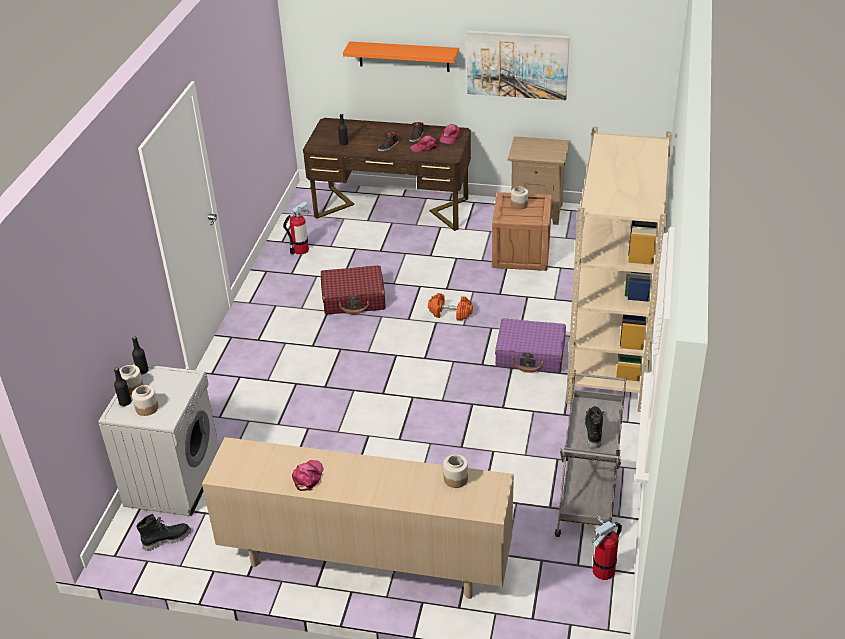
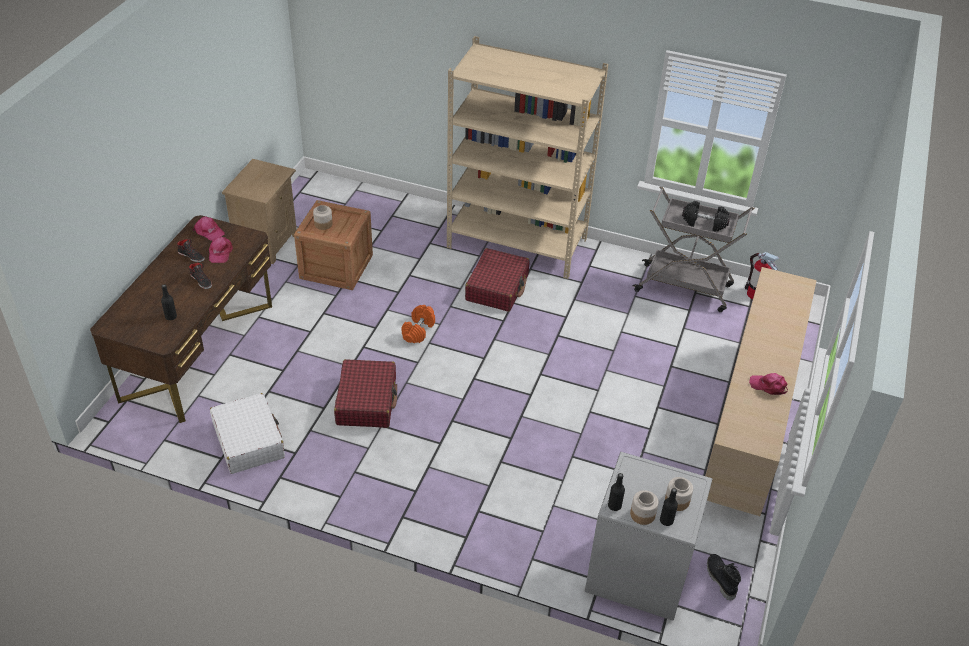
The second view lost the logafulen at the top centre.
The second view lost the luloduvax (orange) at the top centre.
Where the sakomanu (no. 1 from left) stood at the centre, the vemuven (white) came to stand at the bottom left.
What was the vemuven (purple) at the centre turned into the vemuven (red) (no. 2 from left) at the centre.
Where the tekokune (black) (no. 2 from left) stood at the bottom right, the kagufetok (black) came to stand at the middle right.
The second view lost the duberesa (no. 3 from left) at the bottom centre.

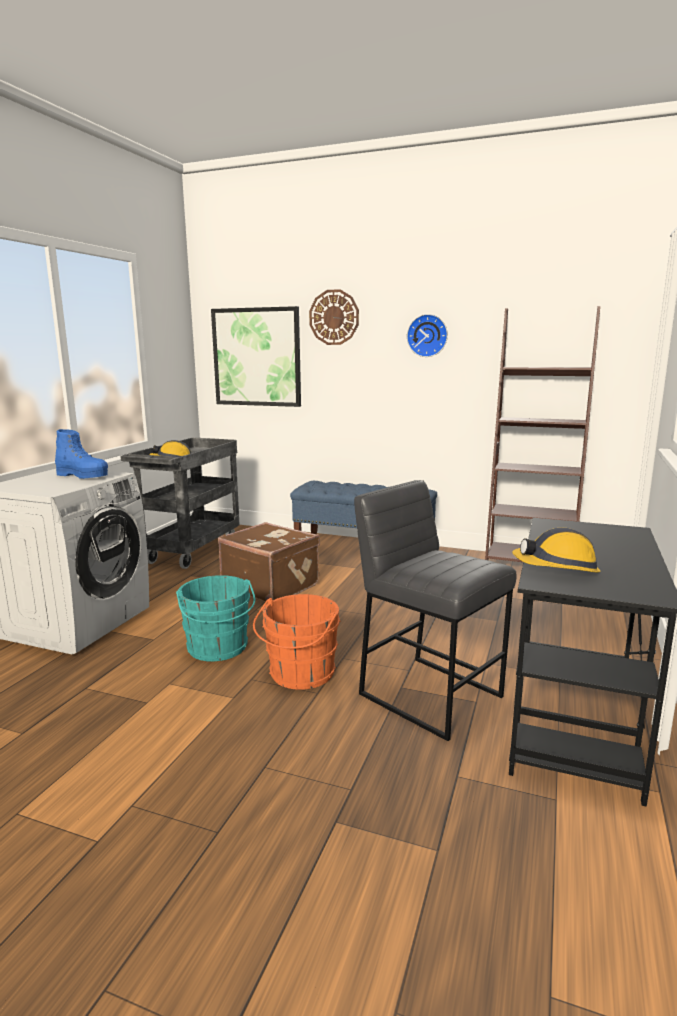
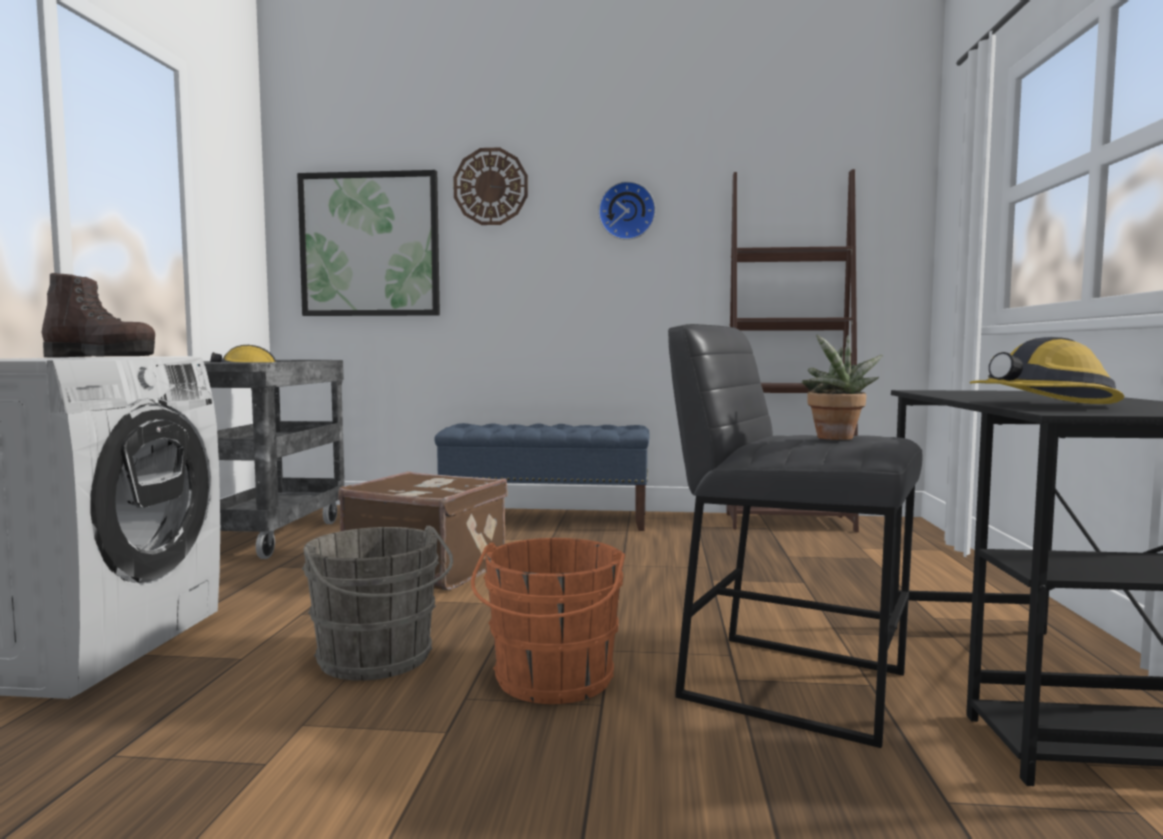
What was the tekokune (blue) at the middle left turned into the tekokune (brown) at the middle left.
What was the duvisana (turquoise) at the middle left turned into the duvisana (grey) at the bottom left.
The second view gained the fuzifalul at the middle right.

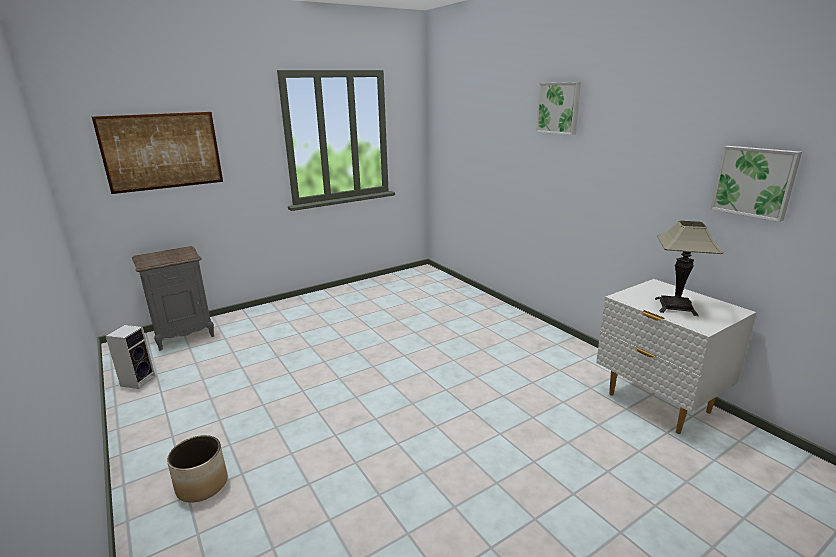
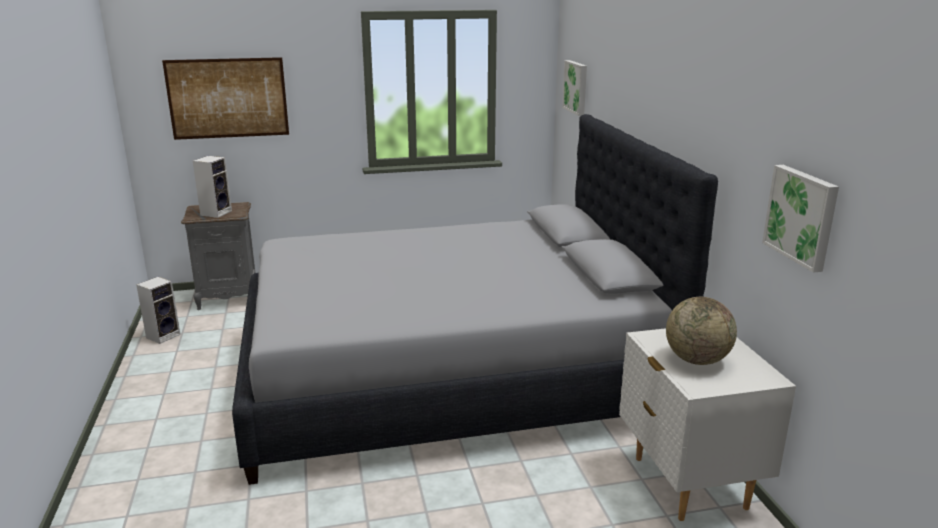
The logafulen (no. 2 from left) ended up elsewhere, having gone from the top right to the top centre.
Where the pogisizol stood at the middle right, the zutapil came to stand at the middle right.
The second view lost the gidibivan at the bottom left.
The second view gained the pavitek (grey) at the centre.
The second view gained the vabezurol (no. 2 from left) at the middle left.

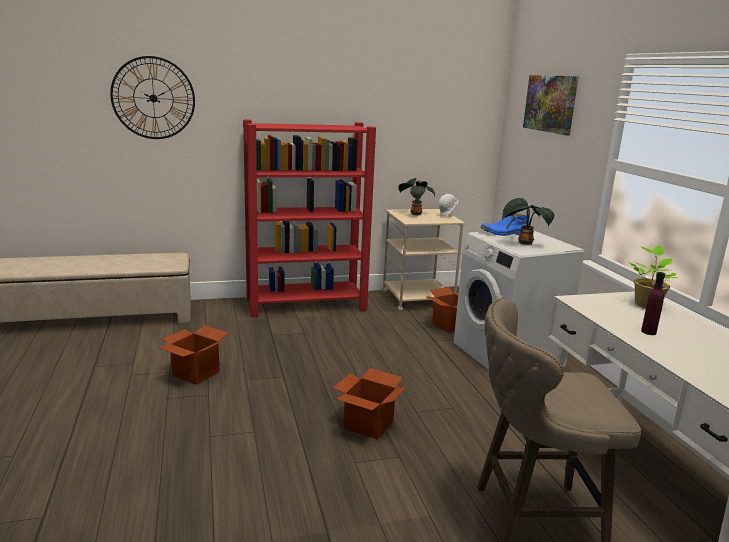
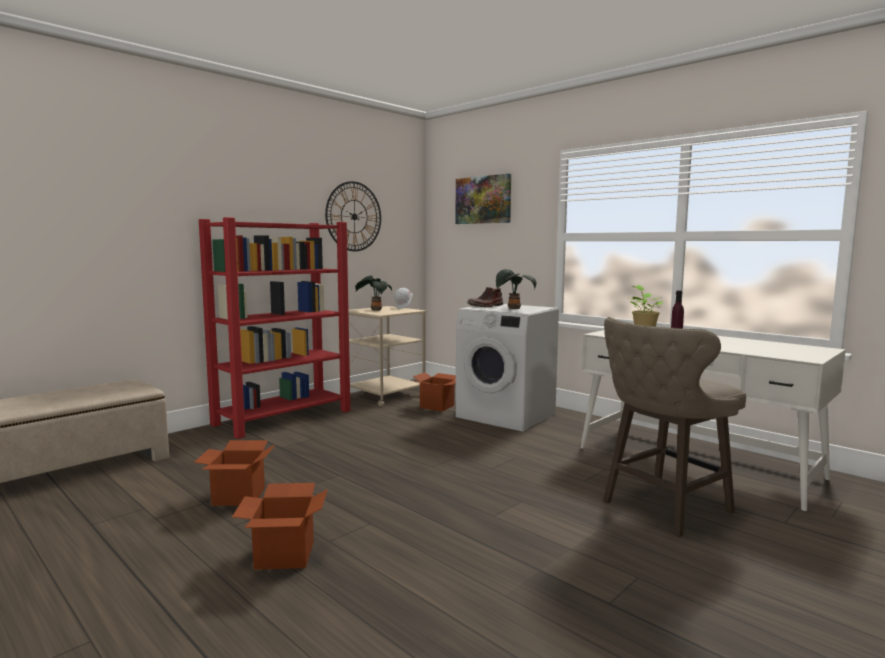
The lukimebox ended up elsewhere, having gone from the top left to the top centre.
What was the tekokune (blue) at the middle right turned into the tekokune (brown) at the centre.
The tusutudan (no. 2 from left) ended up elsewhere, having gone from the bottom centre to the bottom left.

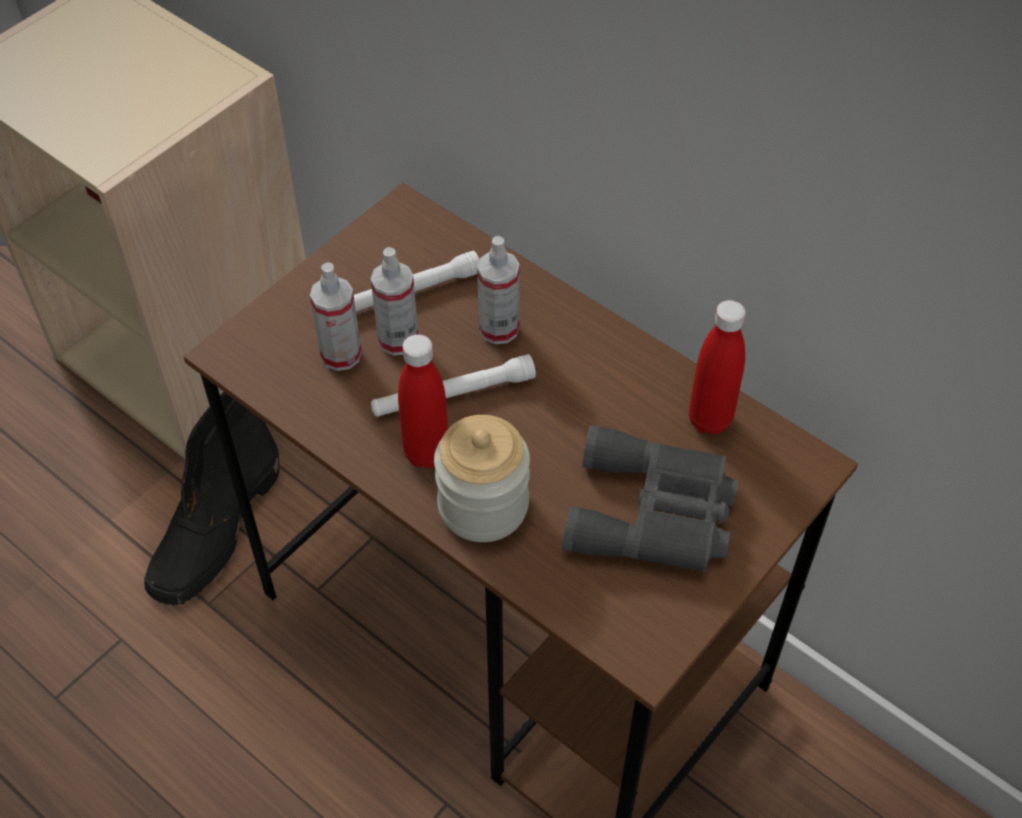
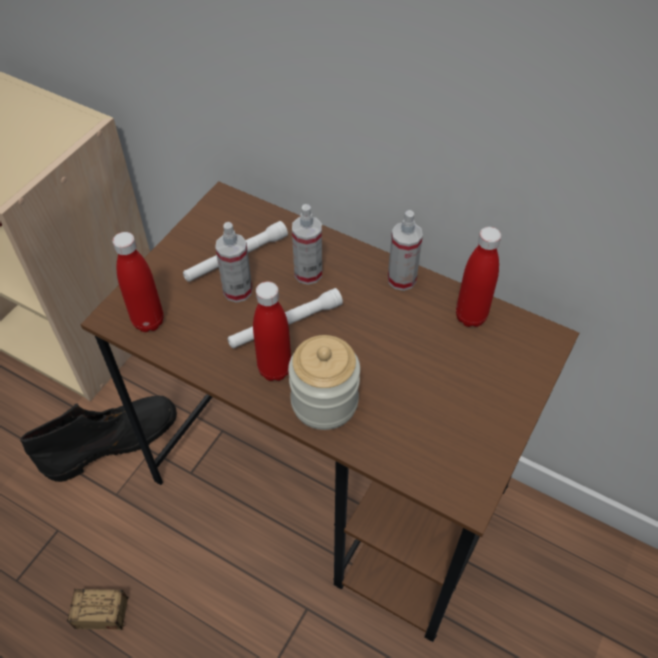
The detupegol (no. 1 from left in the first image) ended up elsewhere, having gone from the middle left to the centre.
The tekokune (black) at the middle left ended up facing another way, 135 degrees counterclockwise from before.
The second view lost the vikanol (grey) at the centre.
The second view gained the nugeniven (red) (no. 1 from left) at the middle left.
The second view gained the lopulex at the bottom left.

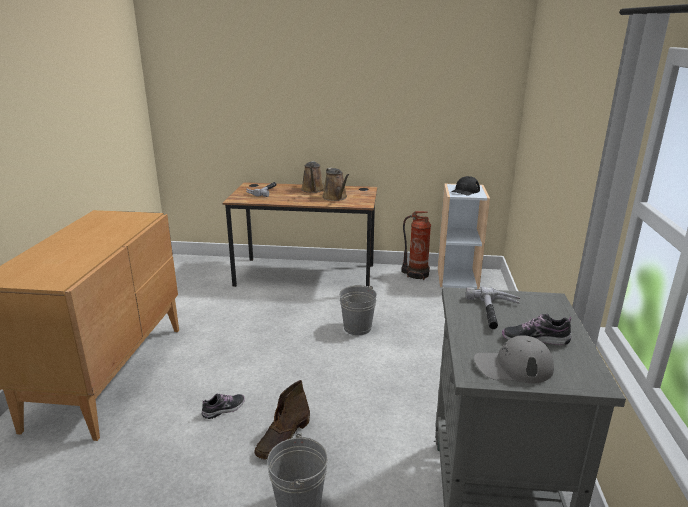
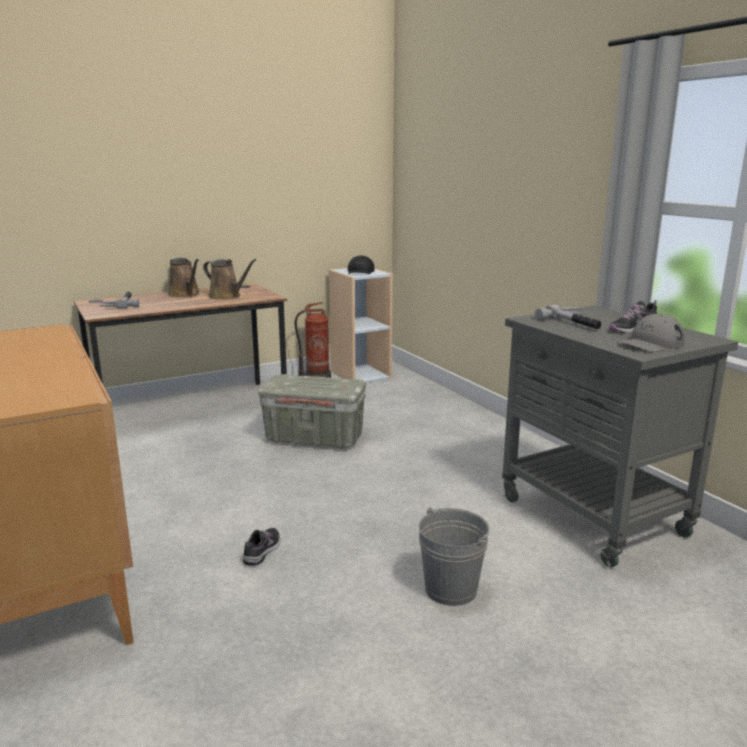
Where the duvisana (grey) (no. 2 from left) stood at the centre, the lopulex (grey) came to stand at the centre.
The second view lost the tekokune (brown) at the bottom centre.

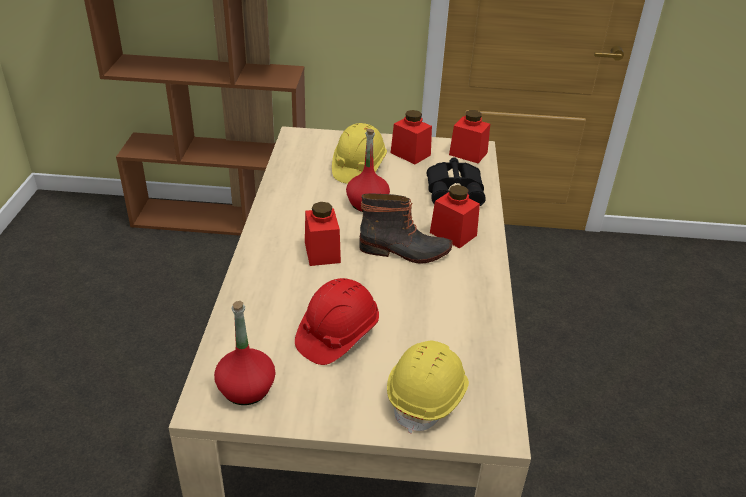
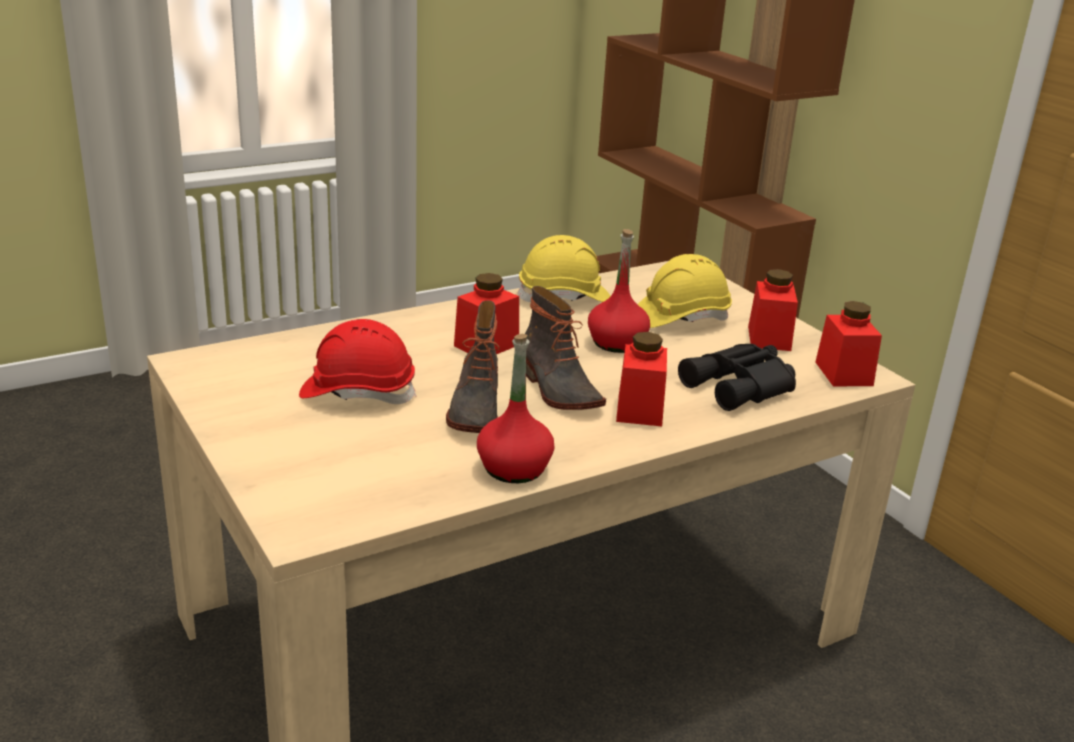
The nugeniven (red) (no. 1 from left) ended up elsewhere, having gone from the bottom left to the centre.
The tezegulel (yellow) (no. 2 from left in the first image) ended up elsewhere, having gone from the bottom centre to the centre.
The second view gained the tekokune (no. 1 from left) at the centre.

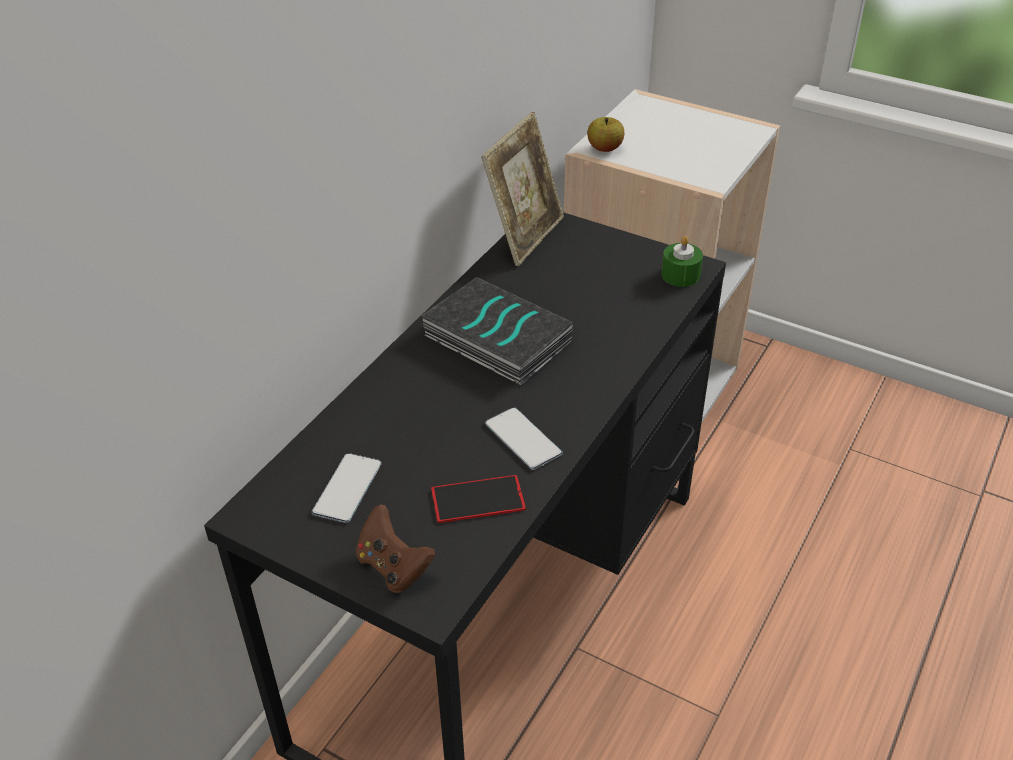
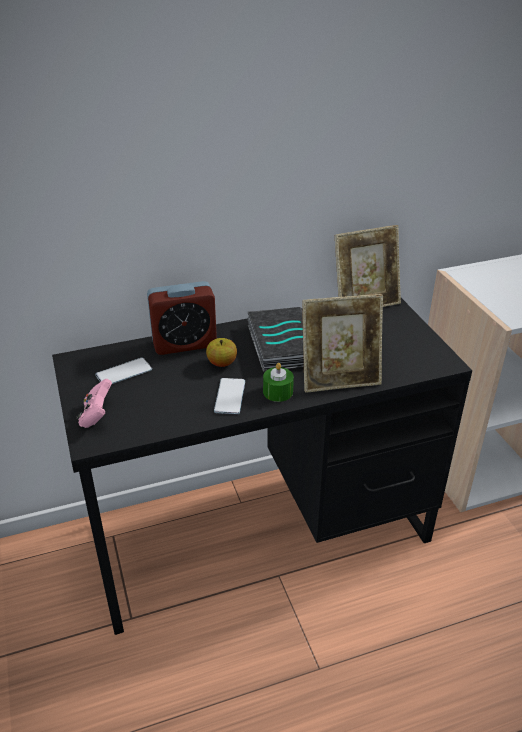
The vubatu ended up elsewhere, having gone from the top centre to the centre.
The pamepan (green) ended up elsewhere, having gone from the middle right to the centre.
The second view lost the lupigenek (no. 2 from left) at the centre.
What was the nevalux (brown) at the bottom centre turned into the nevalux (pink) at the middle left.
The second view gained the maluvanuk at the centre.
The second view gained the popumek (no. 1 from left) at the centre.

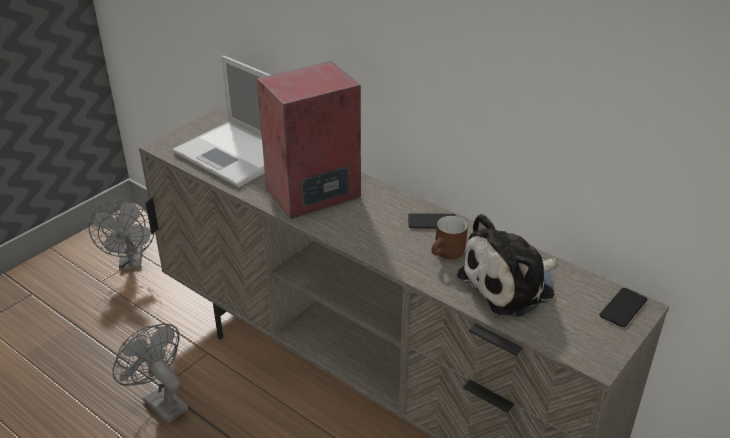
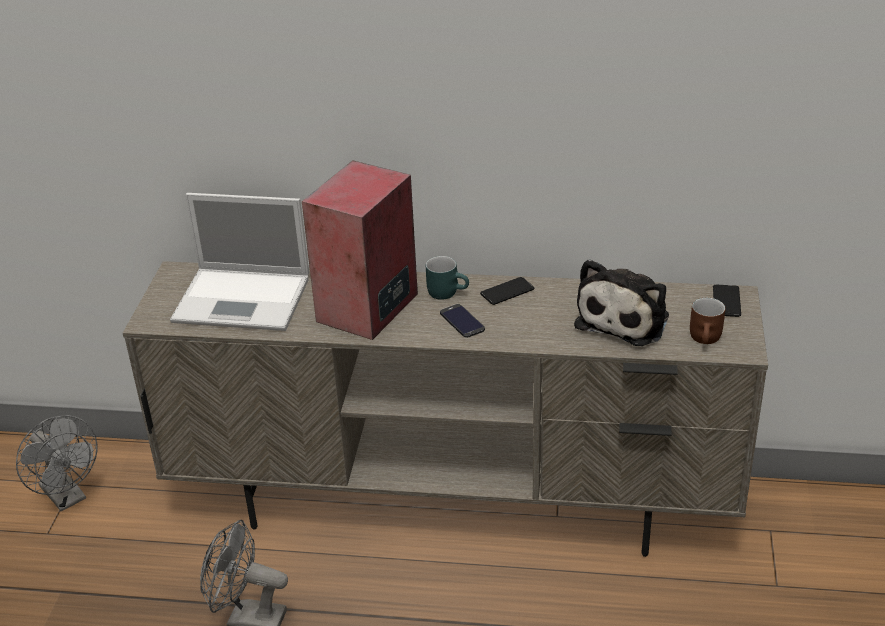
The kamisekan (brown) ended up elsewhere, having gone from the centre to the middle right.
The second view gained the kamisekan (turquoise) at the centre.
The second view gained the lupigenek (no. 1 from left) at the centre.

